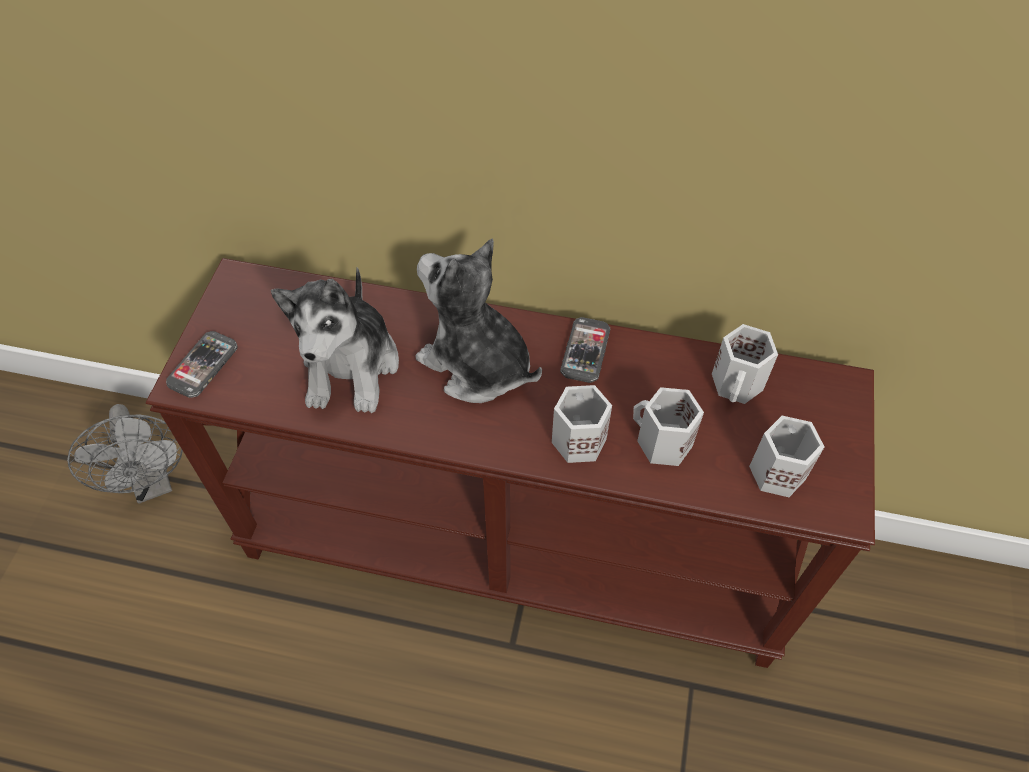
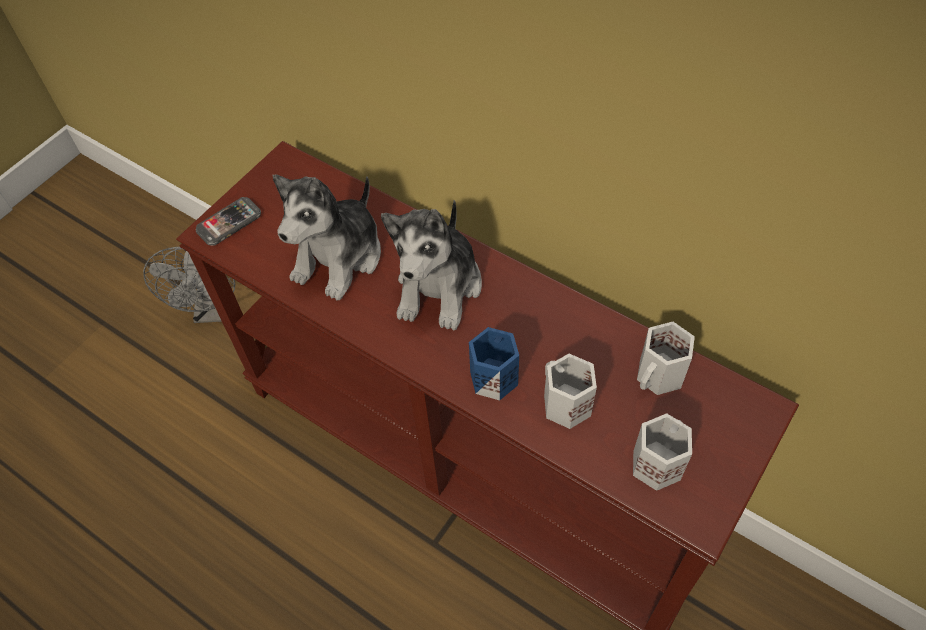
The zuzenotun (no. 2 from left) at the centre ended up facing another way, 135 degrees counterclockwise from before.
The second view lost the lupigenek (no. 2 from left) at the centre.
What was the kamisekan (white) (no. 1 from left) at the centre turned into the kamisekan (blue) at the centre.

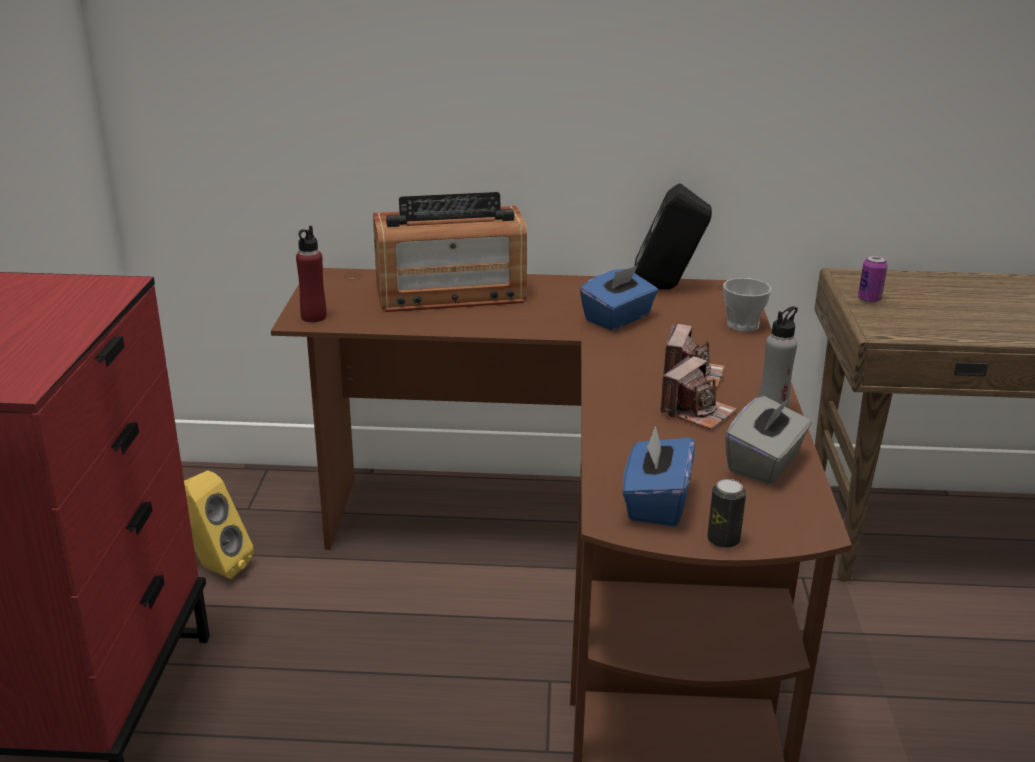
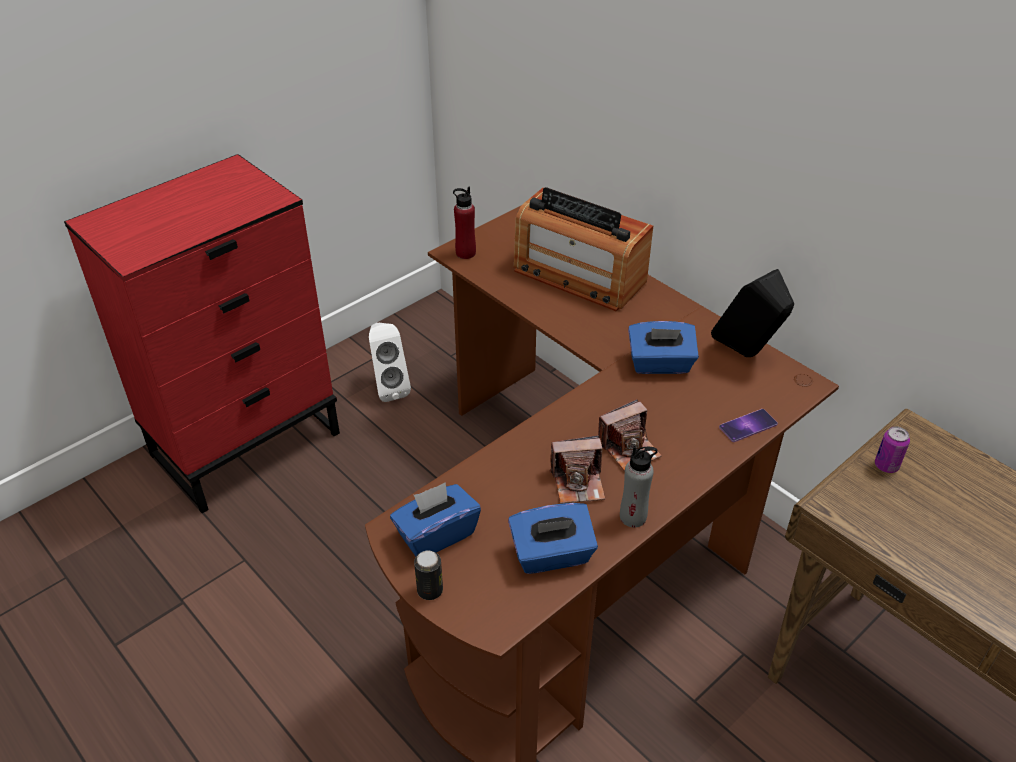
Where the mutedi stood at the middle right, the lupigenek came to stand at the middle right.
What was the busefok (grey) at the middle right turned into the busefok (blue) (no. 2 from left) at the bottom centre.
What was the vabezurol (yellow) at the bottom left turned into the vabezurol (white) at the centre.

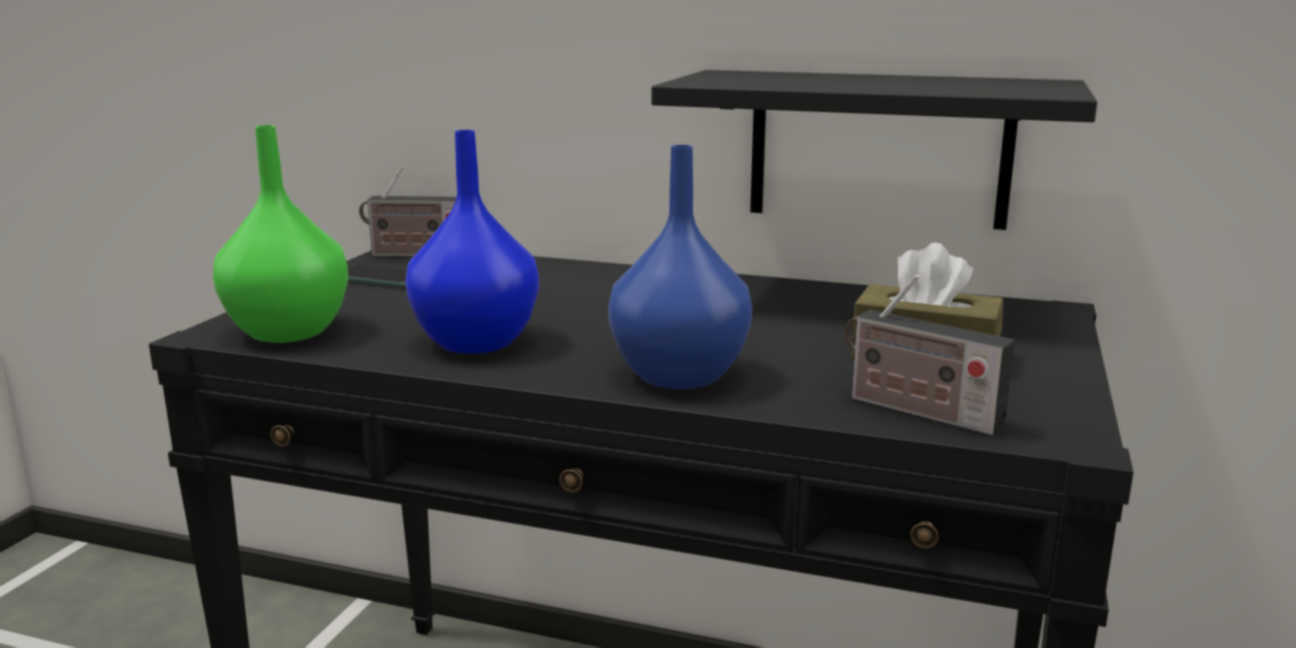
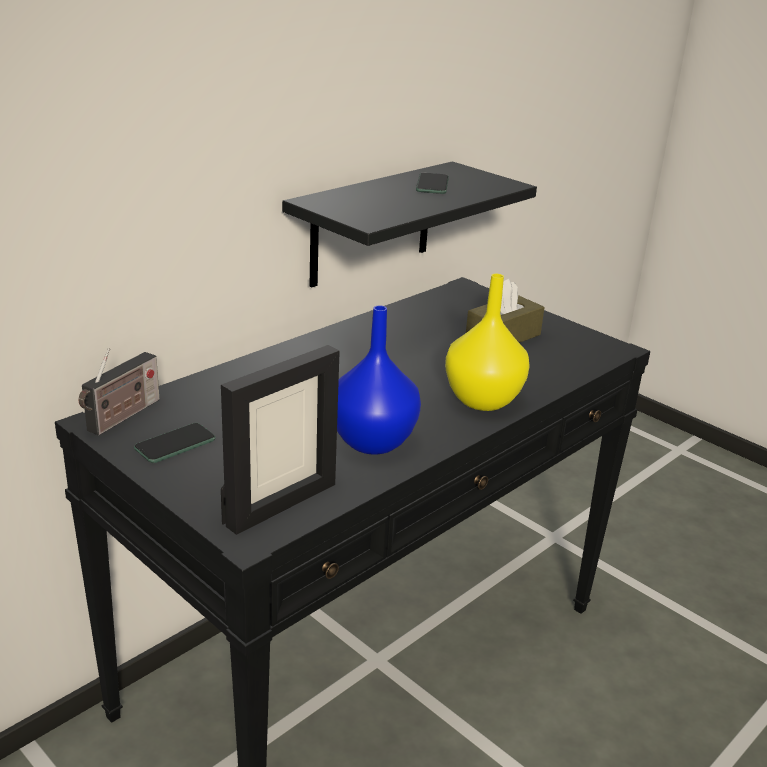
Where the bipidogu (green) stood at the middle left, the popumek came to stand at the centre.
What was the bipidogu (blue) (no. 2 from left) at the centre turned into the bipidogu (yellow) at the centre.
The second view lost the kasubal (no. 2 from left) at the middle right.
The second view gained the lupigenek (no. 2 from left) at the top centre.

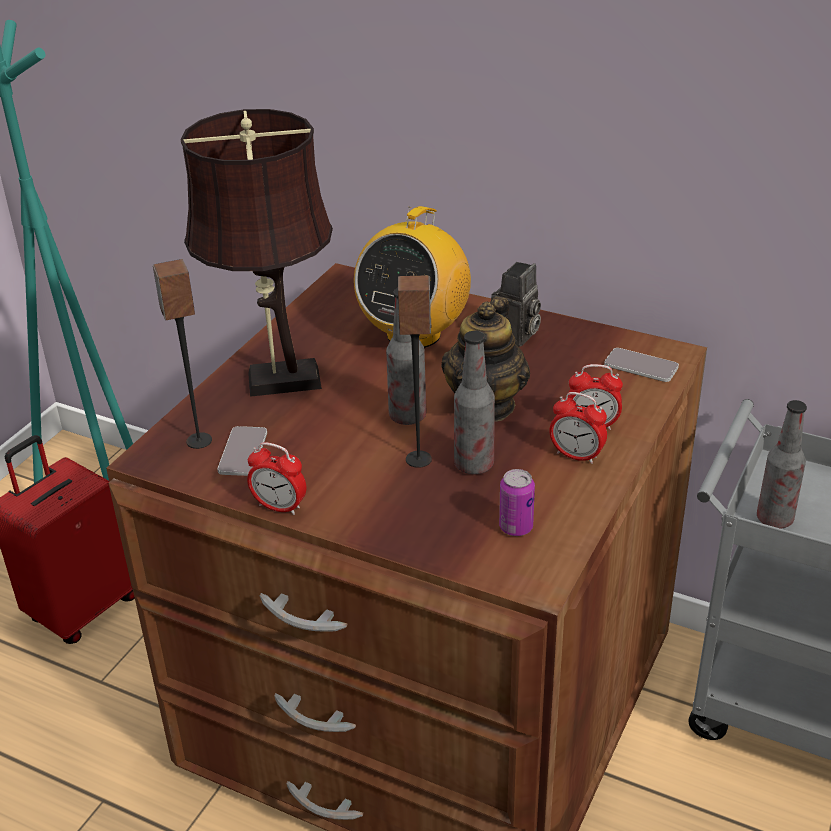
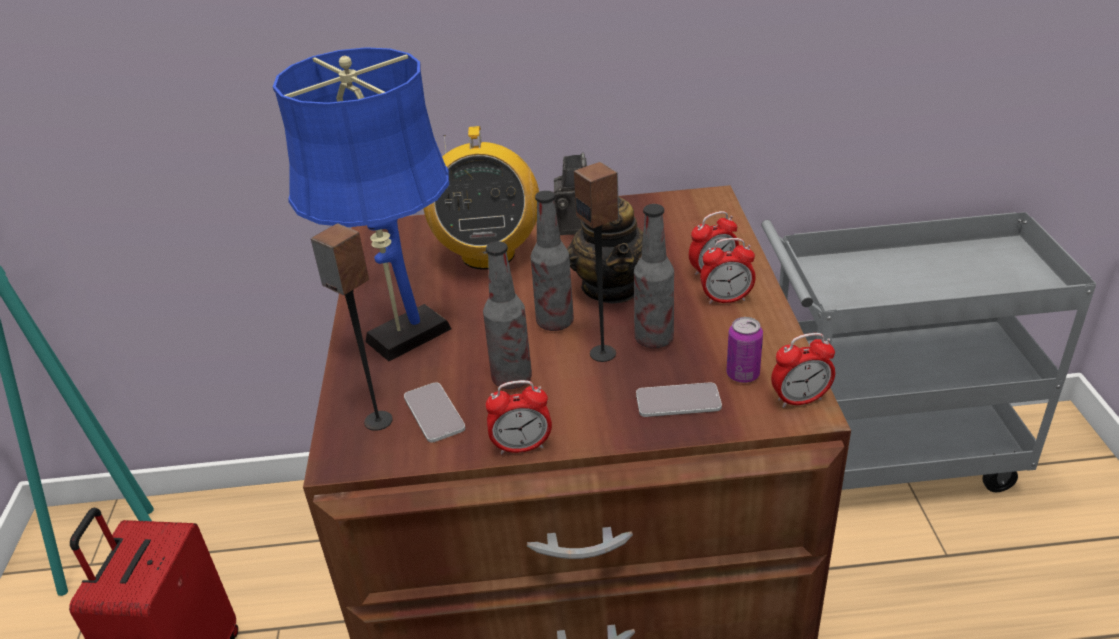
What was the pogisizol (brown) at the top left turned into the pogisizol (blue) at the top left.
The lupigenek (no. 2 from left) ended up elsewhere, having gone from the middle right to the centre.
The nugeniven (no. 3 from left in the first image) ended up elsewhere, having gone from the middle right to the centre.
The second view gained the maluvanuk (no. 4 from left) at the middle right.

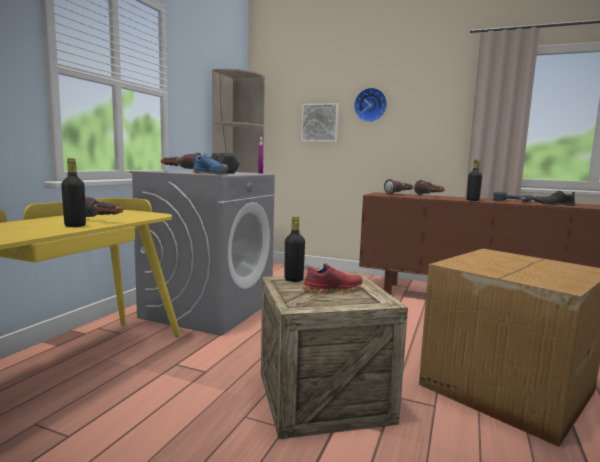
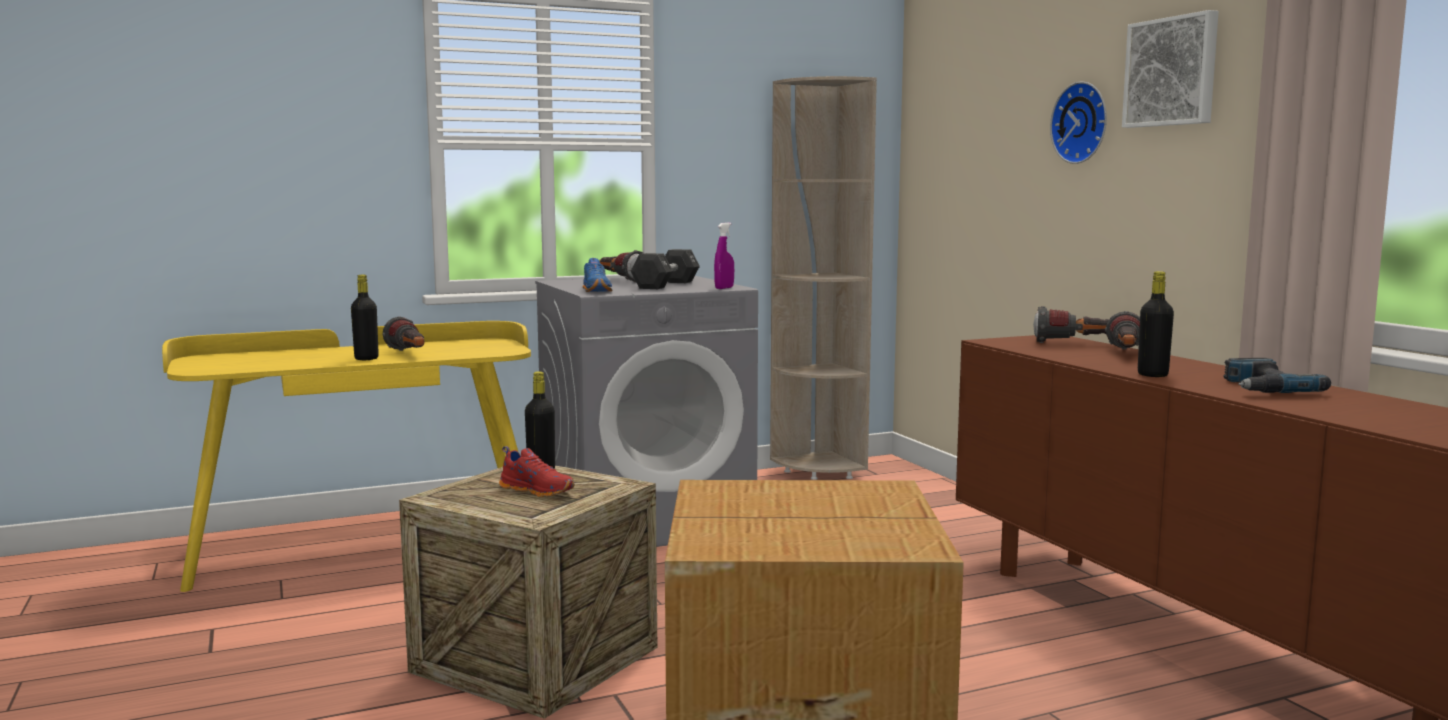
The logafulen ended up elsewhere, having gone from the top centre to the top right.
The second view lost the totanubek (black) at the middle right.

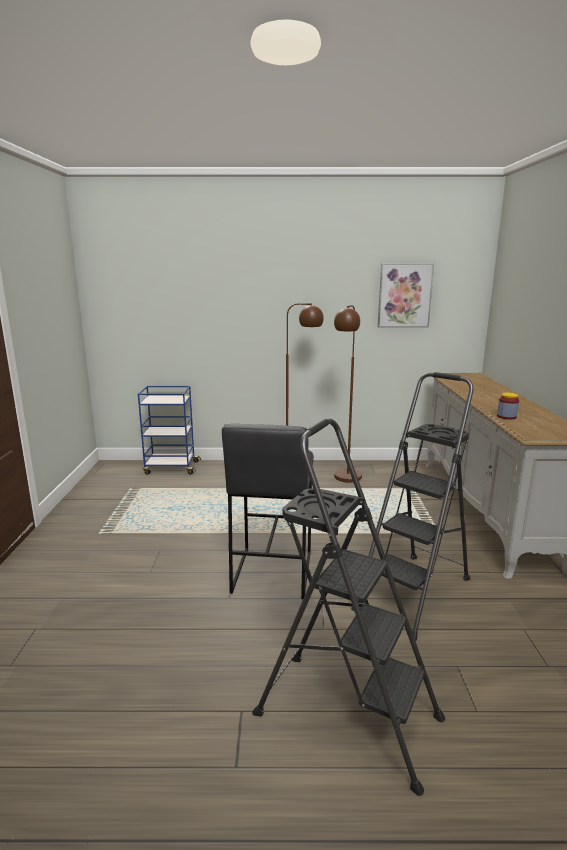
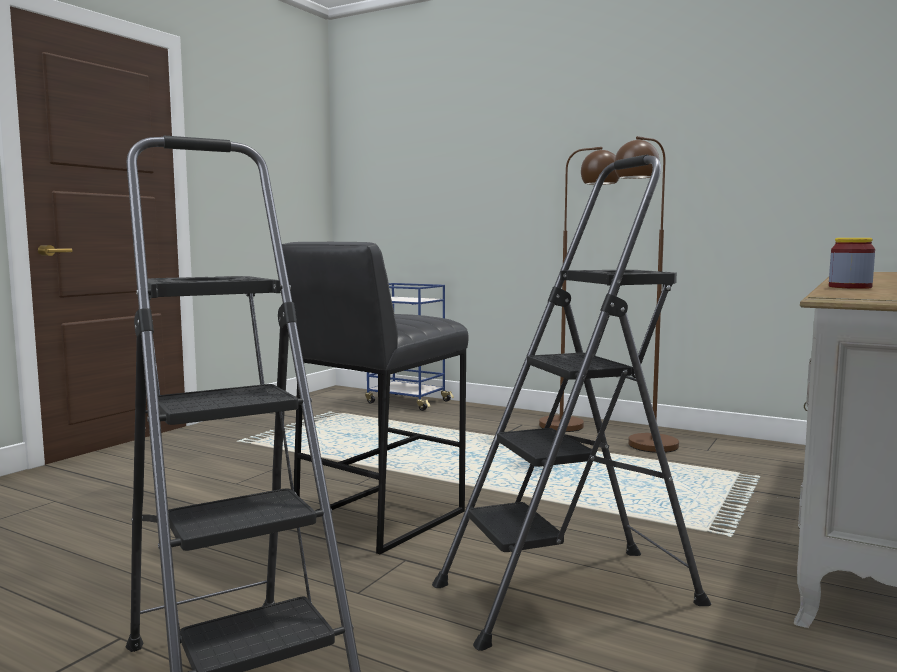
The second view lost the logafulen at the middle right.

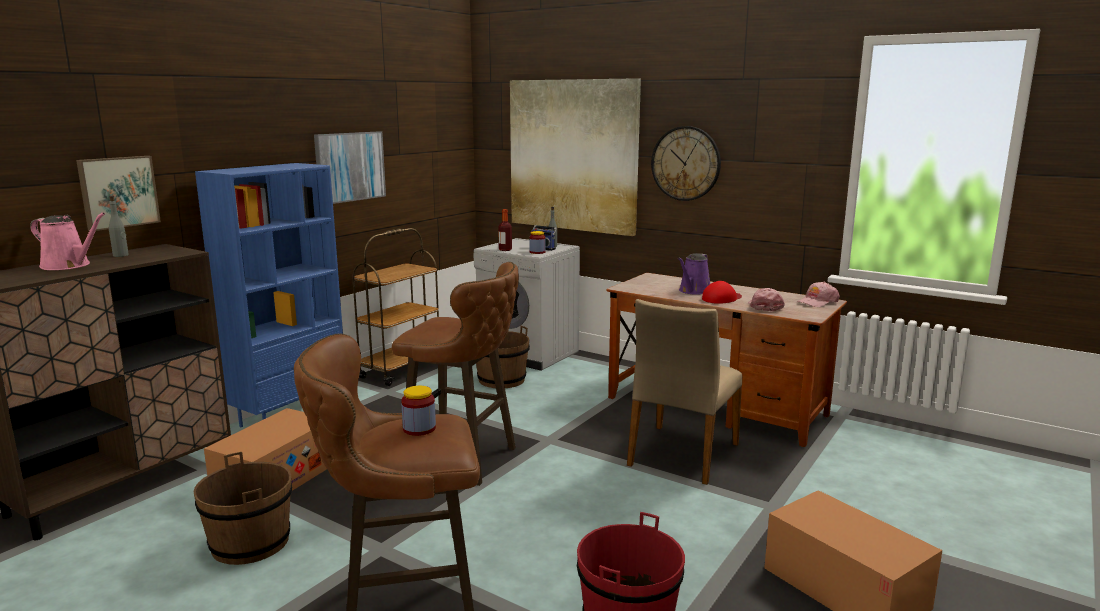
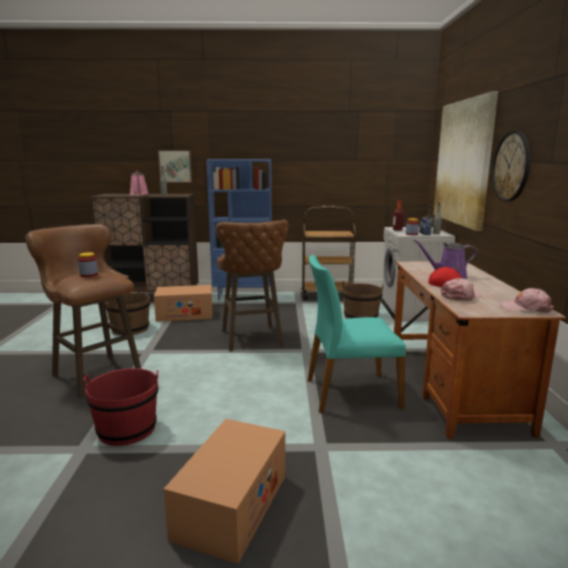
The second view lost the logafulen (no. 2 from left) at the top left.
What was the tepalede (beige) at the centre turned into the tepalede (turquoise) at the centre.

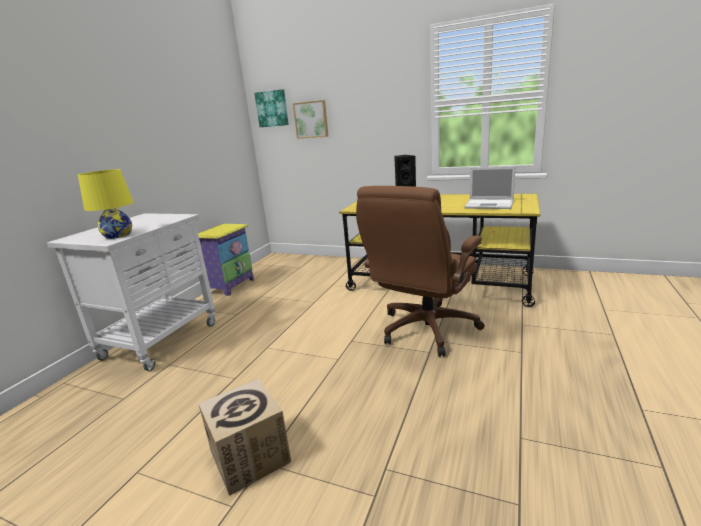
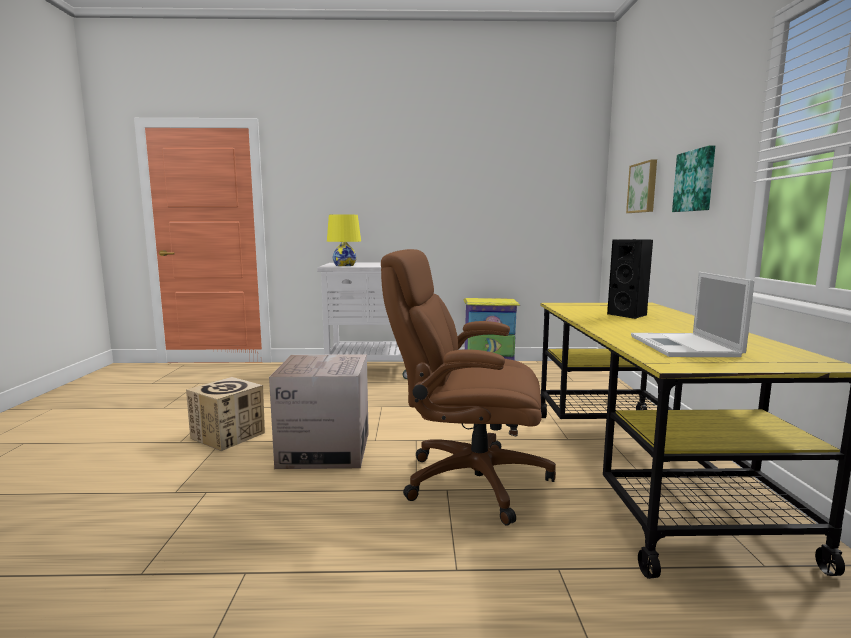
The logafulen (no. 1 from left in the first image) ended up elsewhere, having gone from the top centre to the top right.
The second view gained the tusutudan (no. 2 from left) at the centre.

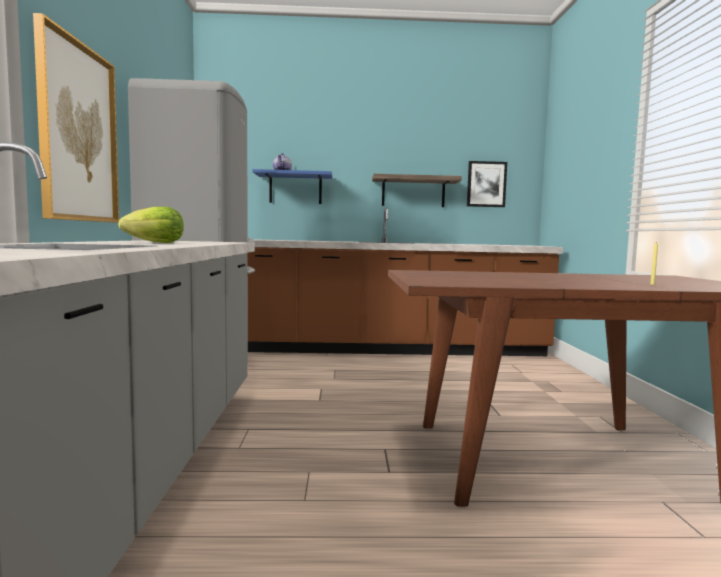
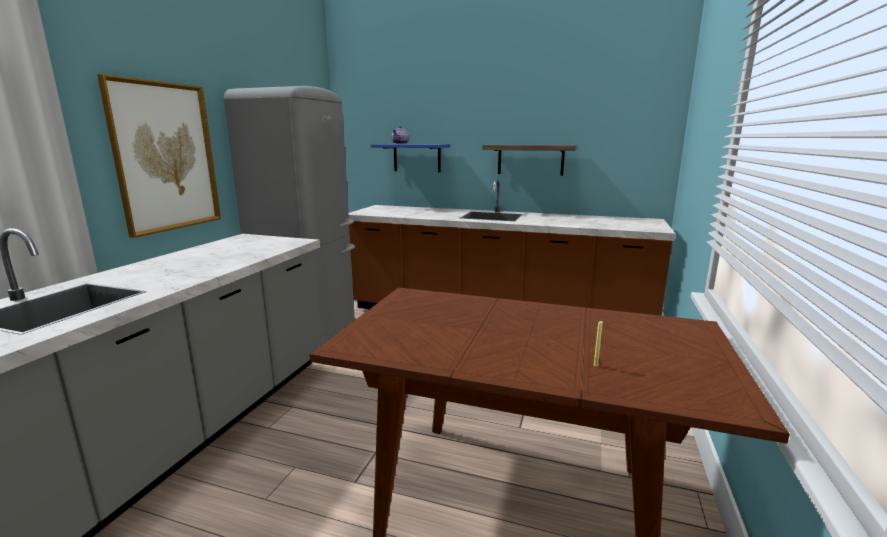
The second view lost the logafulen (no. 2 from left) at the top right.
The second view lost the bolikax at the middle left.

